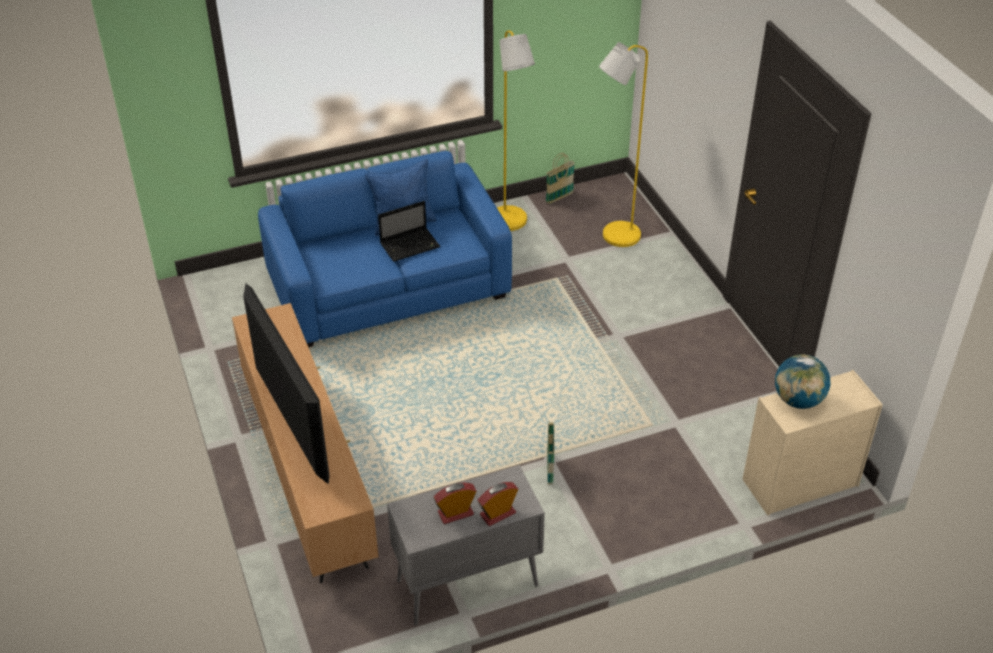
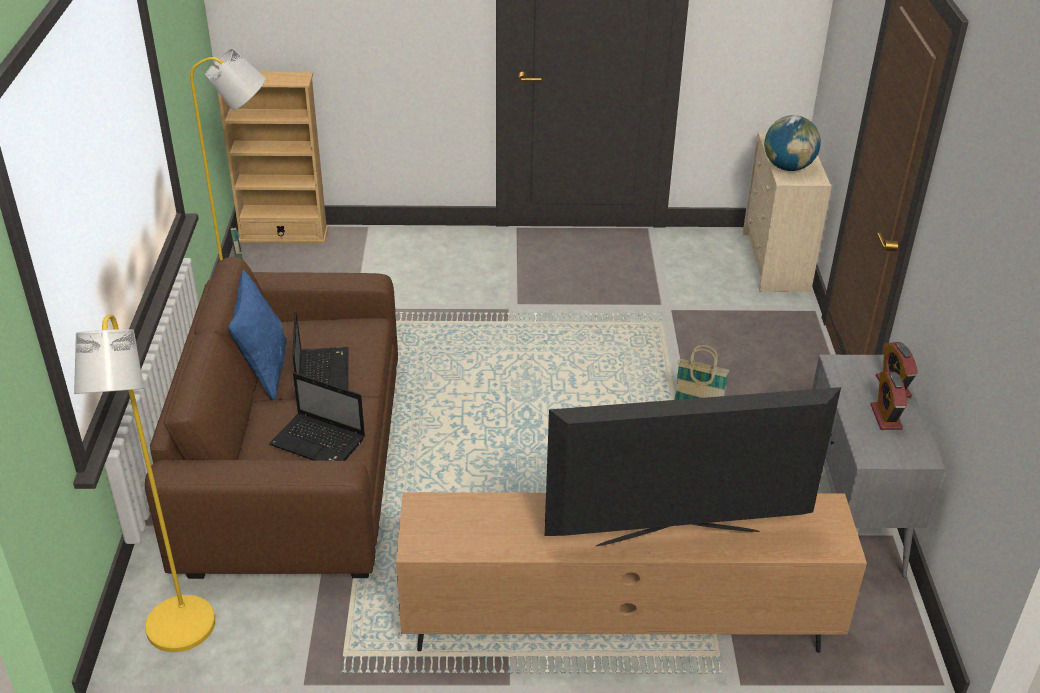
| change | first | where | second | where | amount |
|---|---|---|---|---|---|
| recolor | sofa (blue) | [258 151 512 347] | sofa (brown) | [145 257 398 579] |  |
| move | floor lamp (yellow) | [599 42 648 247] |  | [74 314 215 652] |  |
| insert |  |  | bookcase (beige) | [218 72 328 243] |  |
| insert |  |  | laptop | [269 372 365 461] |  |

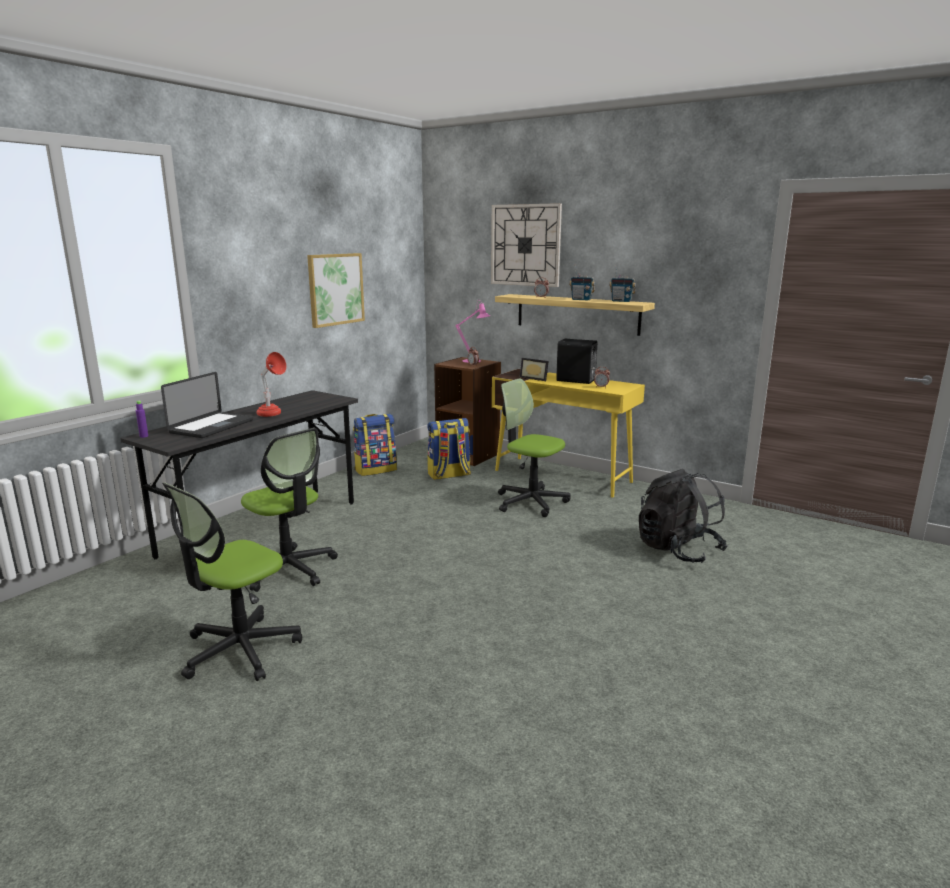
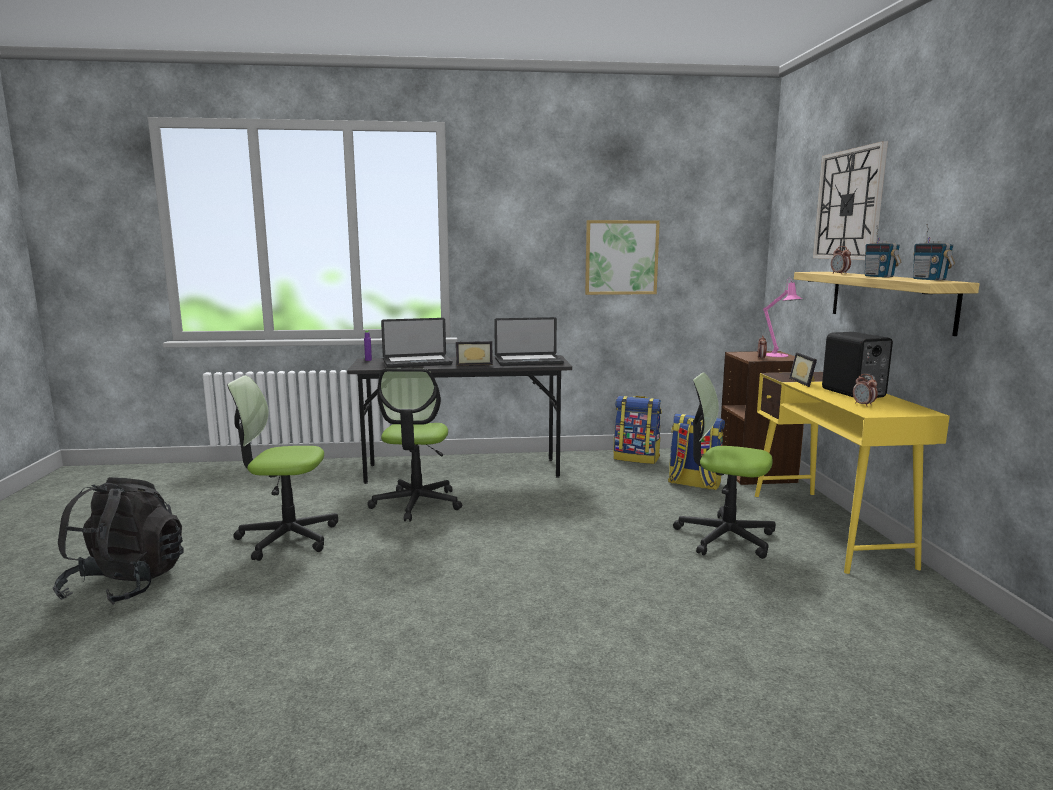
| change | first | where | second | where | amount |
|---|---|---|---|---|---|
| replace | table lamp (red) | [256 352 286 417] | picture frame | [456 341 493 366] |  |
| rotate | office chair | [498 378 571 517] |  | [673 372 776 559] | 60 degrees counterclockwise |
| move | backpack (black) | [639 469 728 563] |  | [53 477 184 605] |  |
| insert |  |  | laptop | [494 317 564 366] |  |

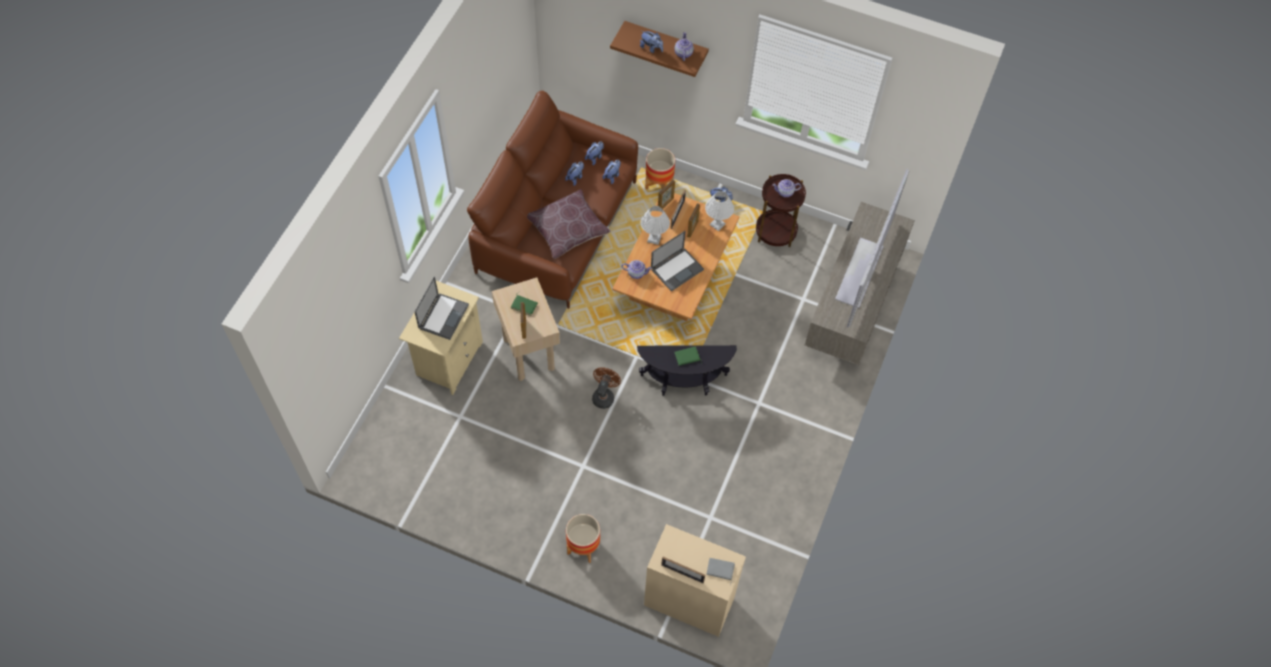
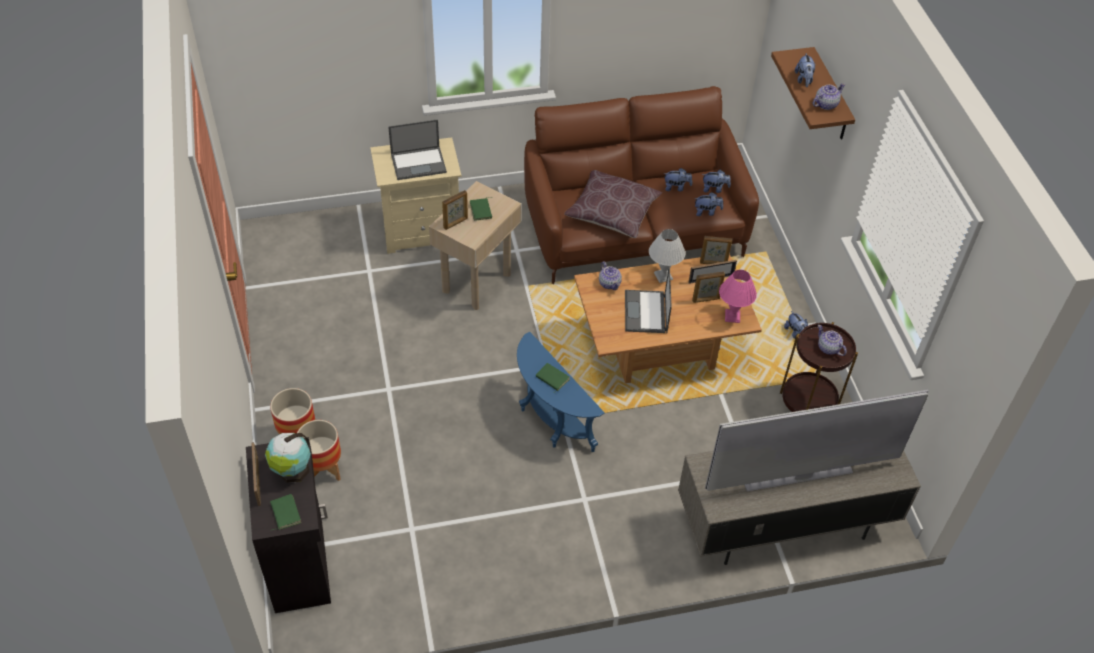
| change | first | where | second | where | amount |
|---|---|---|---|---|---|
| delete | fan (brown) | [592 367 621 409] |  |  |  |
| recolor | side table (black) | [637 345 737 396] | side table (blue) | [517 332 605 452] |  |
| recolor | cabinet (beige) | [644 524 746 637] | cabinet (black) | [246 437 331 613] |  |
| move | planter | [645 148 675 189] |  | [297 420 341 481] |  |
| rotate | laptop | [651 231 704 291] |  | [625 267 672 333] | 75 degrees clockwise |
| recolor | table lamp (white) | [705 191 734 231] | table lamp (pink) | [719 270 757 323] |  |
| recolor | book (grey) | [706 558 735 585] | book (green) | [270 494 301 530] |  |
| insert |  |  | globe | [265 433 311 483] |  |

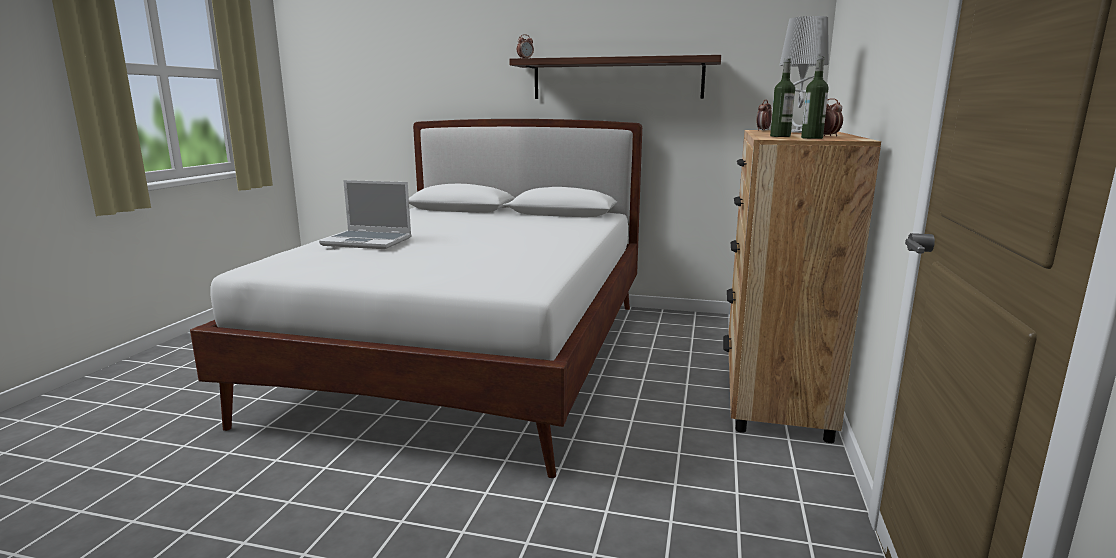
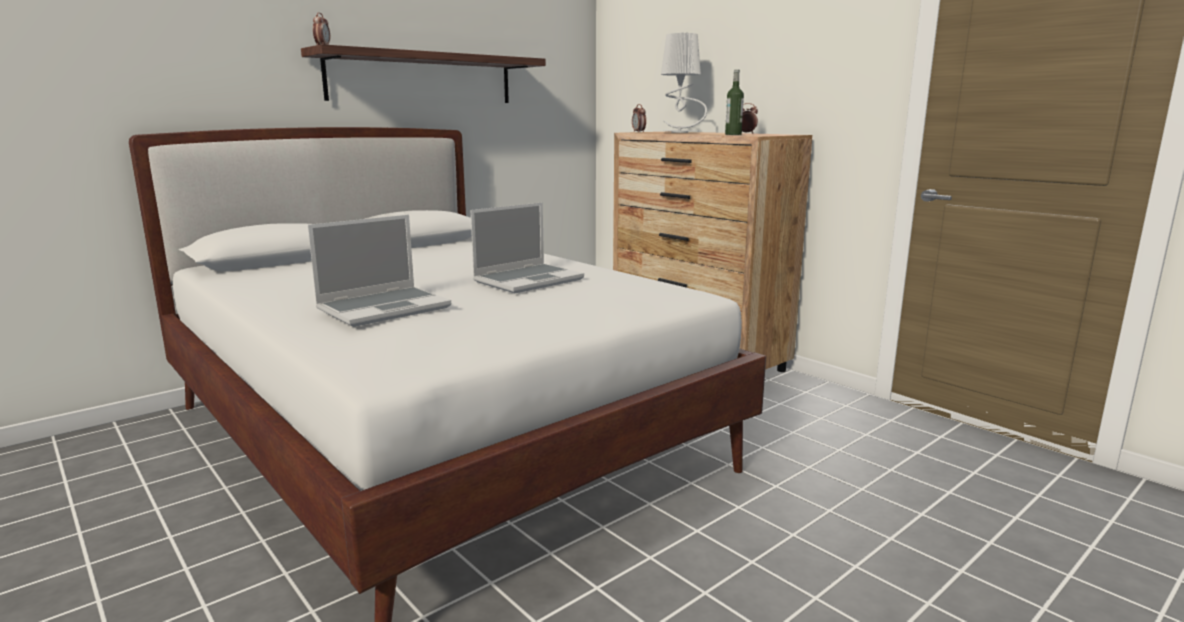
| change | first | where | second | where | amount |
|---|---|---|---|---|---|
| delete | bottle | [801 56 829 139] |  |  |  |
| insert |  |  | laptop | [470 203 584 293] |  |

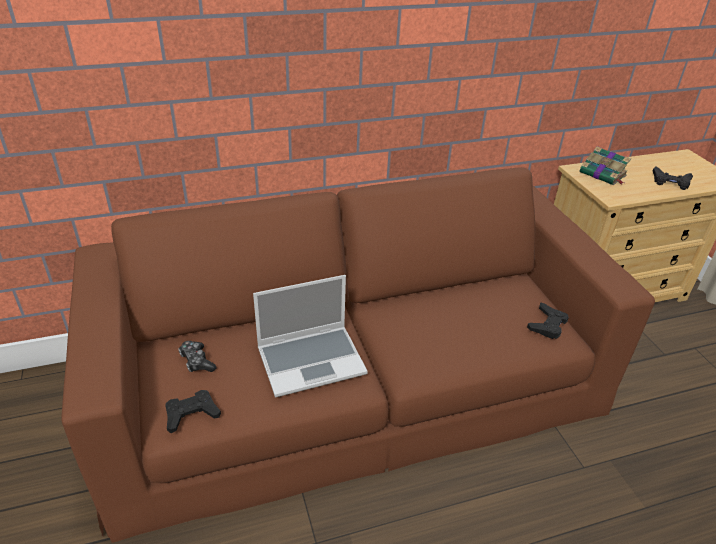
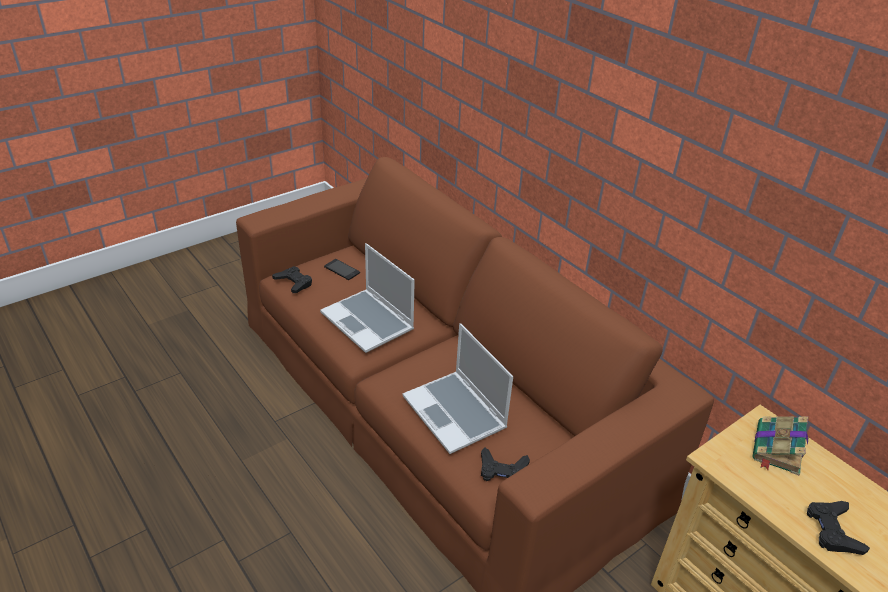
| change | first | where | second | where | amount |
|---|---|---|---|---|---|
| replace | game controller | [178 341 216 372] | phone | [324 259 360 280] |  |
| insert |  |  | laptop | [403 323 513 454] |  |

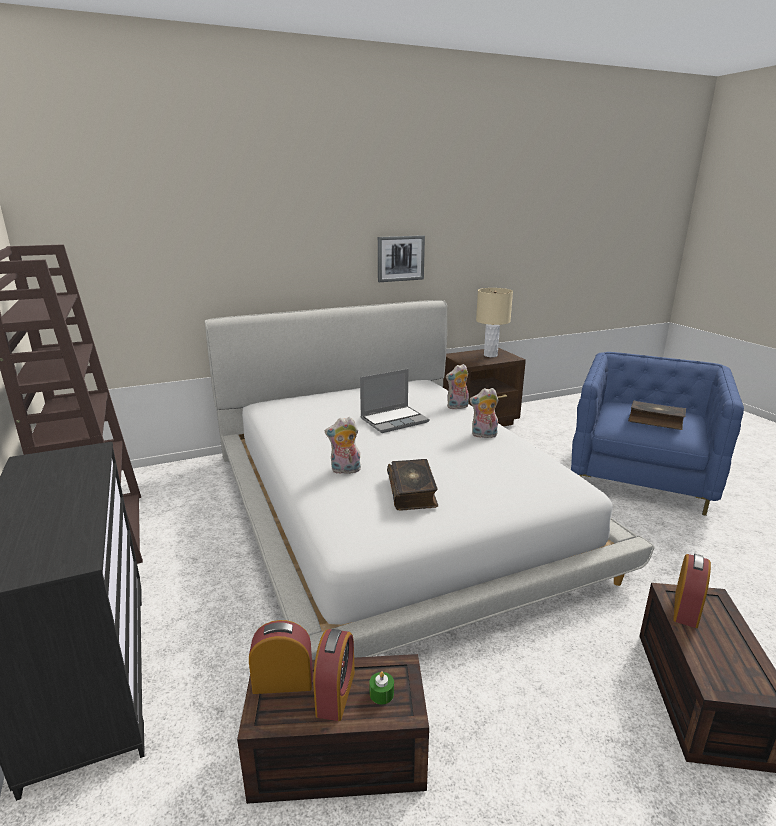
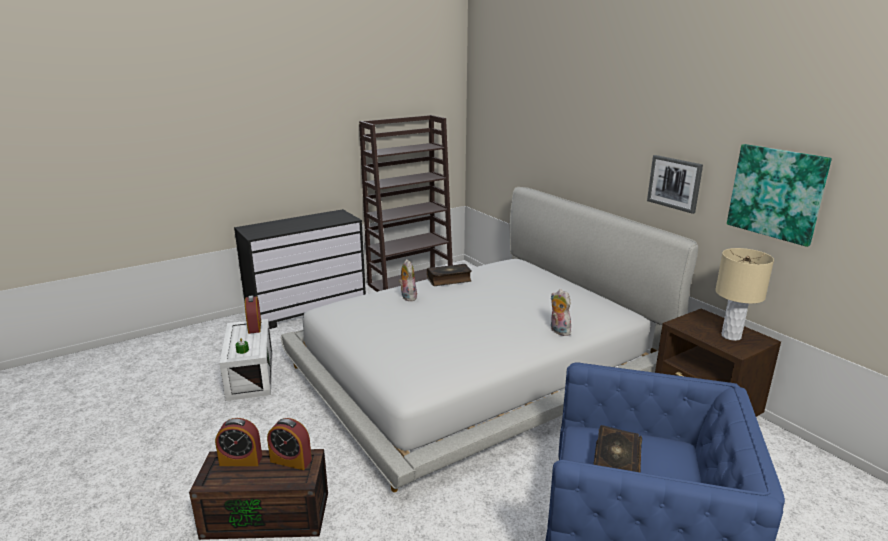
| change | first | where | second | where | amount |
|---|---|---|---|---|---|
| recolor | storage box (brown) | [237 654 429 804] | storage box (white) | [219 319 272 401] |  |
| move | alarm clock | [313 629 355 721] |  | [215 418 262 466] |  |
| delete | laptop | [360 369 429 433] |  |  |  |
| move | book | [387 459 438 511] |  | [427 264 472 286] |  |
| delete | plush toy | [469 388 498 438] |  |  |  |
| insert |  |  | picture | [727 144 832 247] |  |

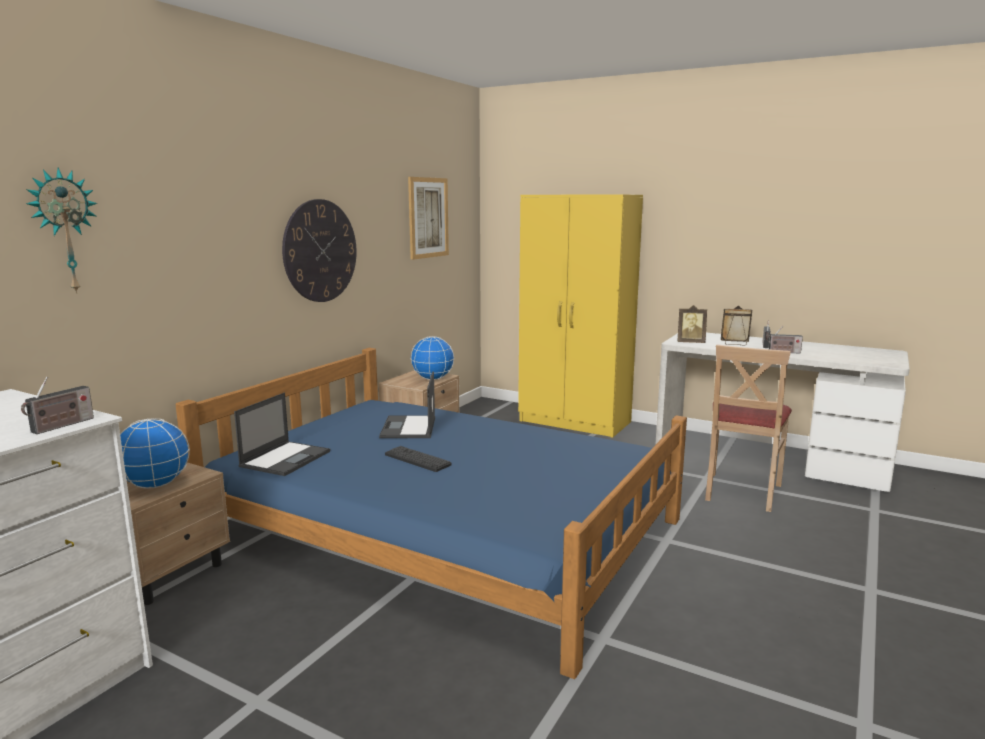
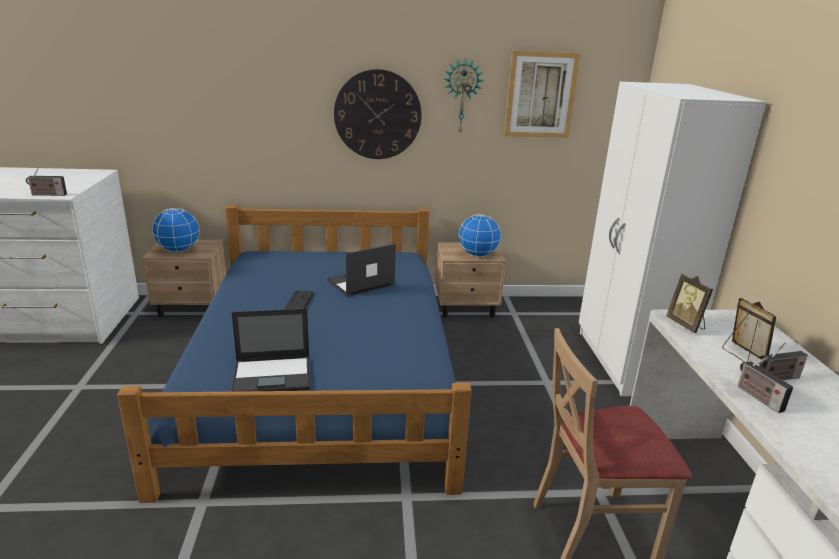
| change | first | where | second | where | amount |
|---|---|---|---|---|---|
| move | wall clock | [26 167 97 294] |  | [444 58 484 133] |  |
| move | laptop | [234 392 330 476] |  | [231 309 310 392] |  |
| recolor | wardrobe (yellow) | [518 194 643 438] | wardrobe (white) | [579 82 766 396] |  |

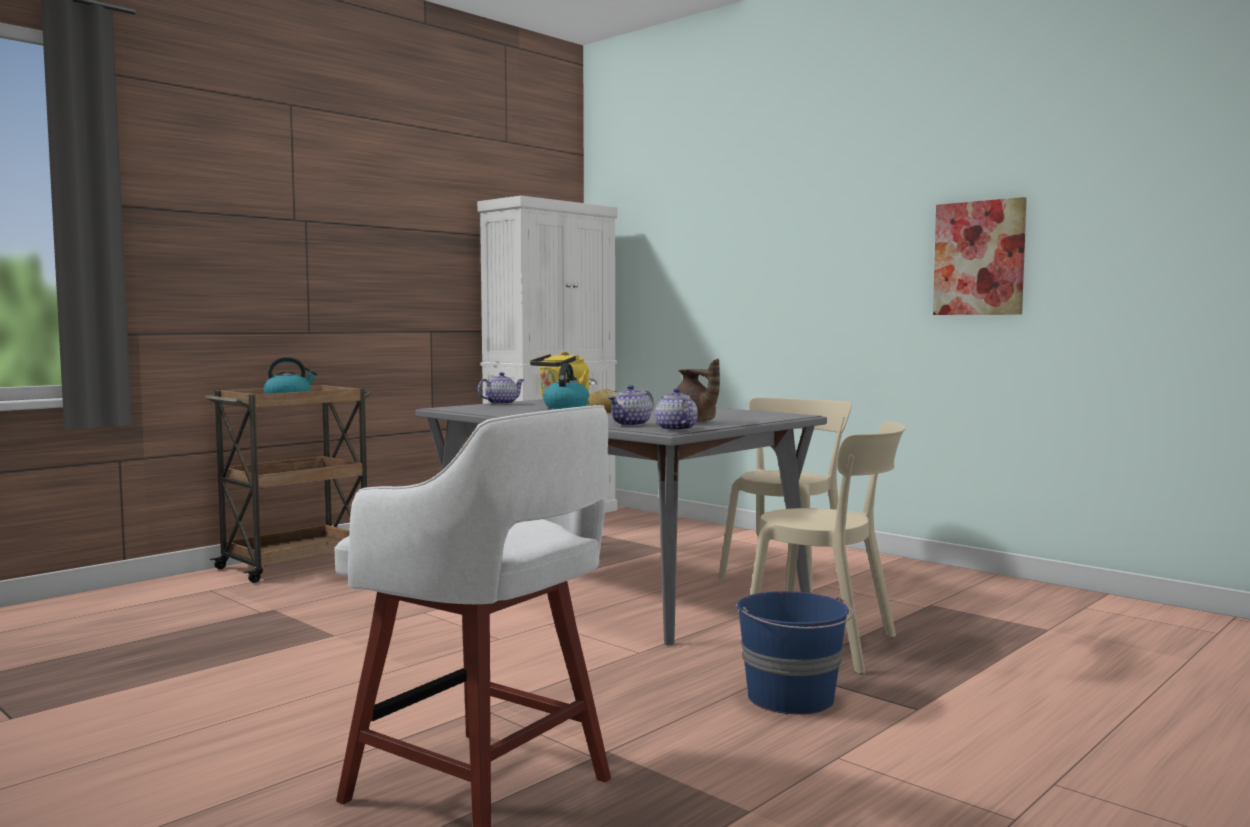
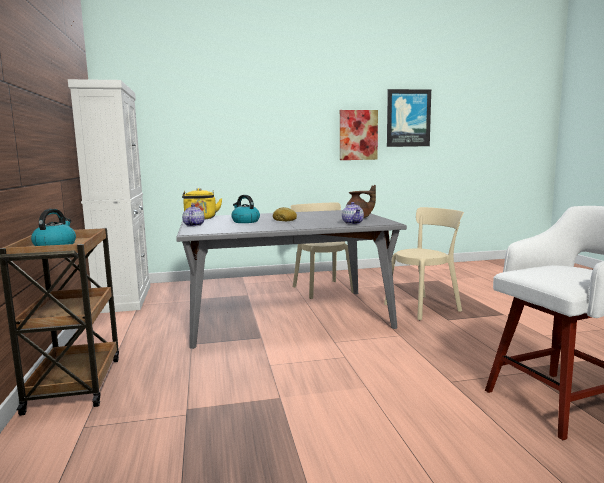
| change | first | where | second | where | amount |
|---|---|---|---|---|---|
| delete | teapot | [655 388 698 431] |  |  |  |
| delete | bucket (blue) | [737 591 853 714] |  |  |  |
| insert |  |  | picture | [387 89 431 147] |  |

